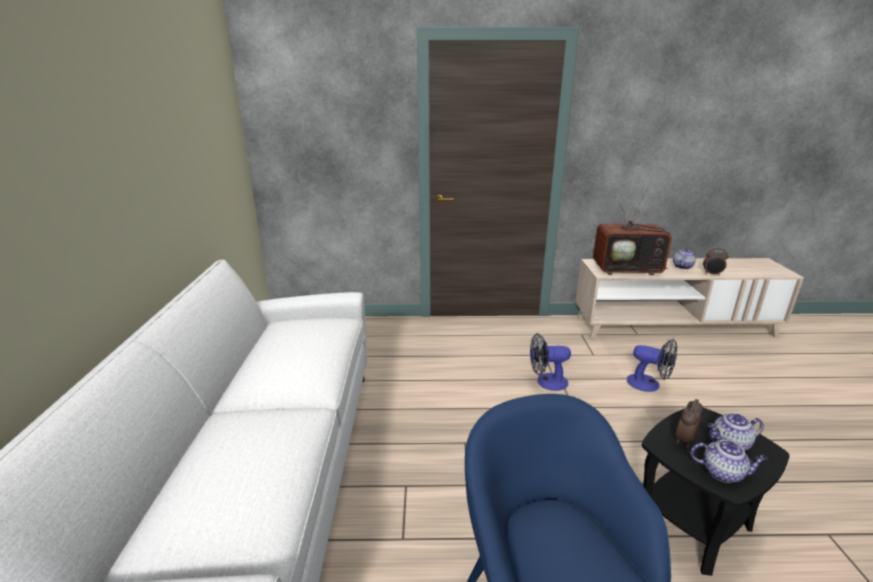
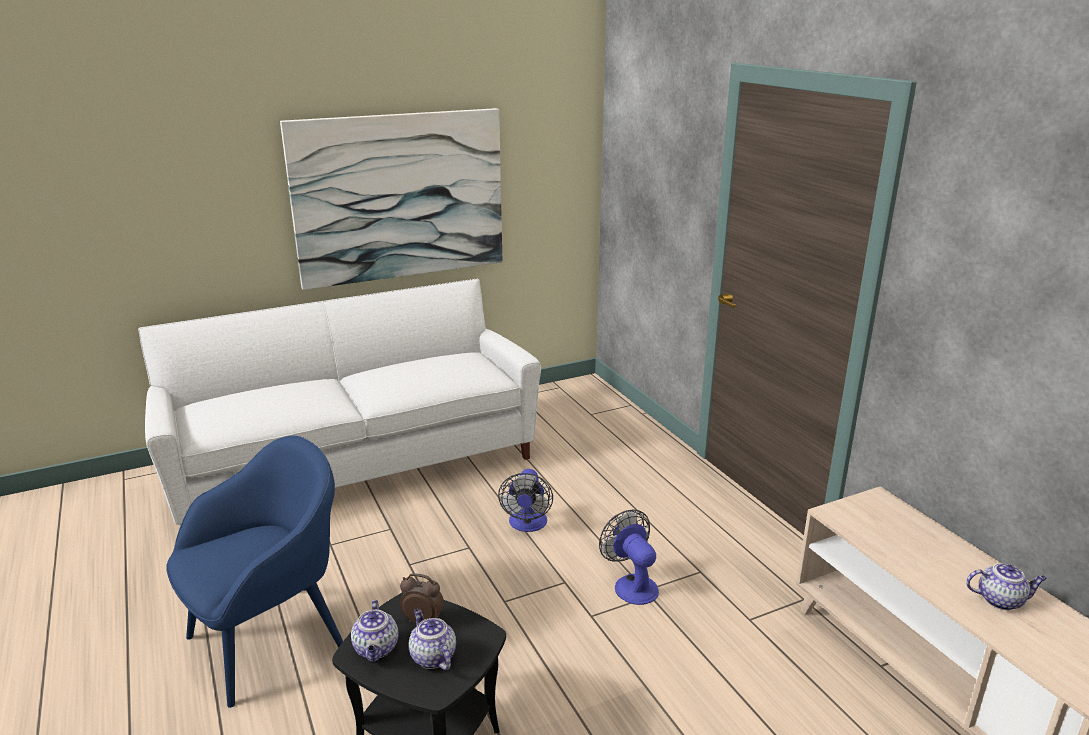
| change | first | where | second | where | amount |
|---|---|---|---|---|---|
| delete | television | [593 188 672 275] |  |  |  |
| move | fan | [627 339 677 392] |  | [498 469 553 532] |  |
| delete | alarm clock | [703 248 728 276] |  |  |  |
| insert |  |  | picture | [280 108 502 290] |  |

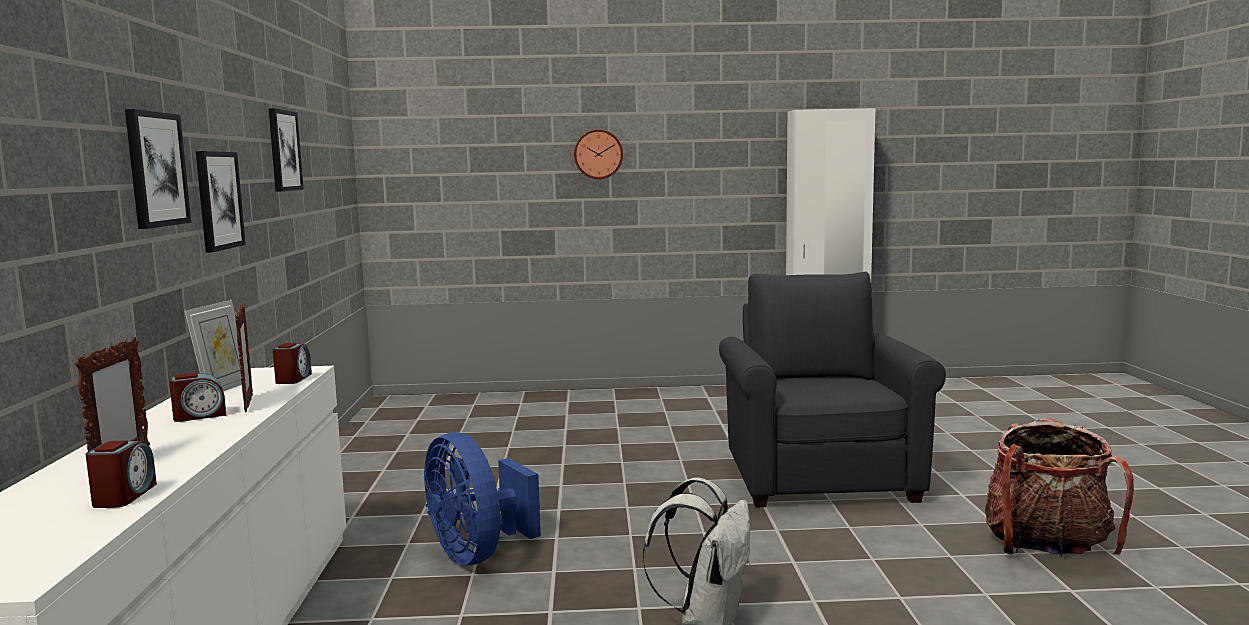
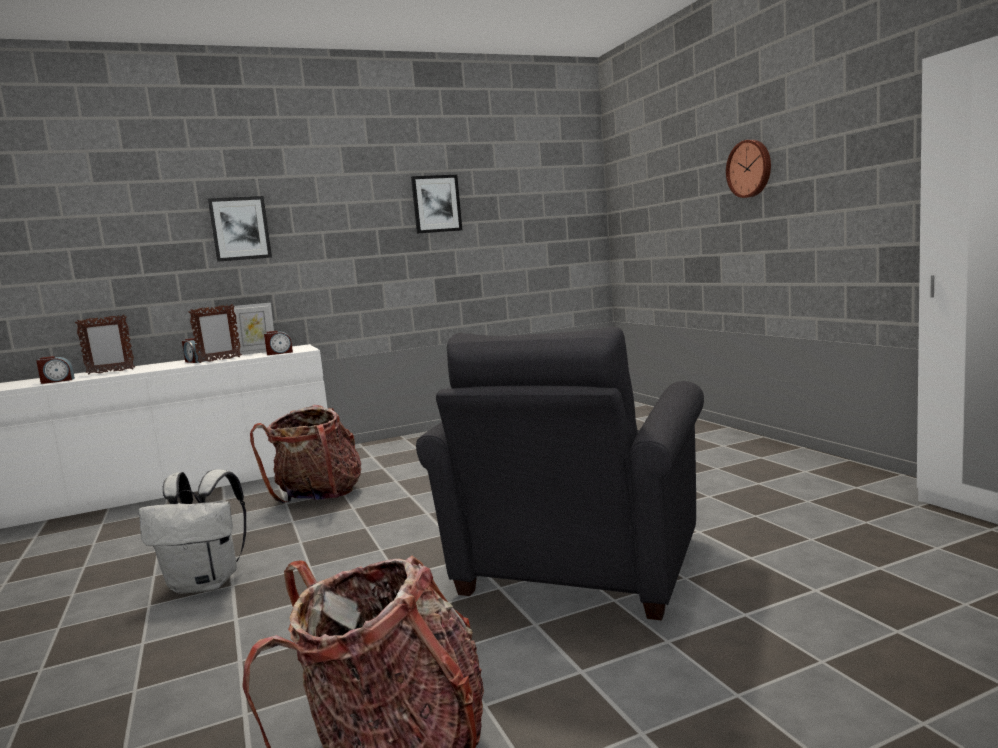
| change | first | where | second | where | amount |
|---|---|---|---|---|---|
| delete | picture | [196 151 246 252] |  |  |  |
| replace | fan (blue) | [424 432 541 566] | backpack | [250 405 362 503] |  |
| rotate | armchair (grey) | [719 272 946 507] |  | [416 327 704 621] | 135 degrees clockwise |

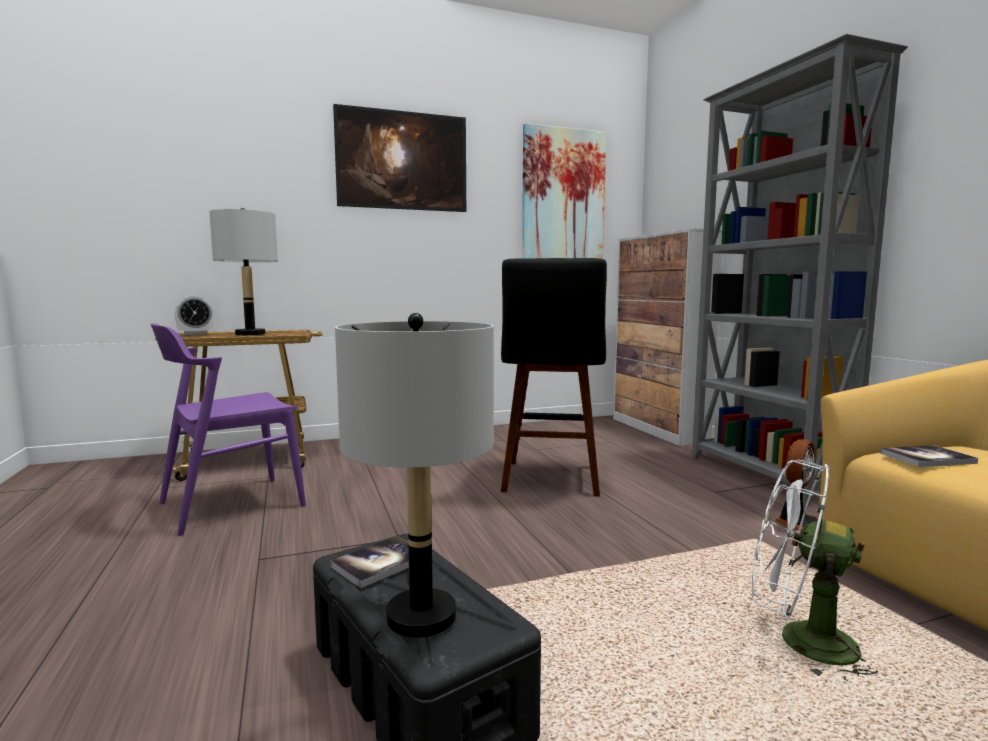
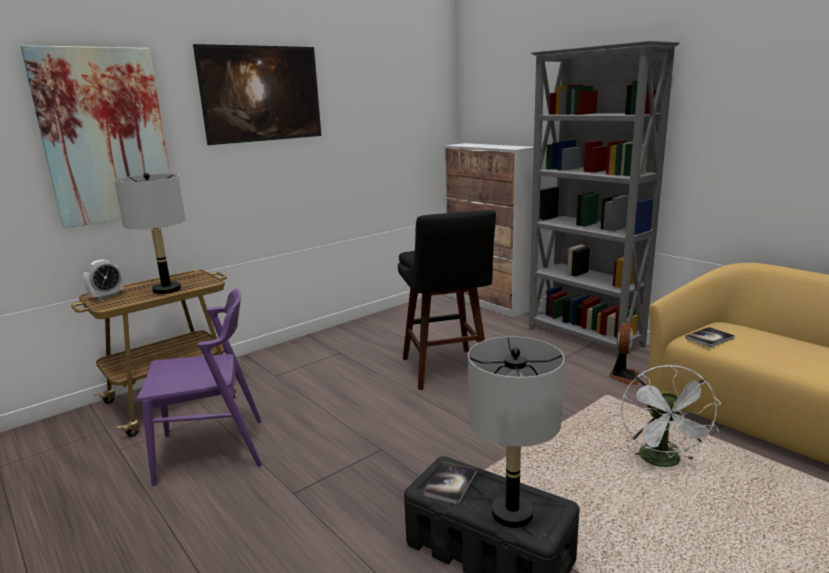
| change | first | where | second | where | amount |
|---|---|---|---|---|---|
| rotate | chair (purple) | [151 323 306 536] |  | [136 288 262 486] | 135 degrees counterclockwise |
| move | picture | [522 123 607 259] |  | [21 45 170 228] |  |
| rotate | fan (white) | [752 460 878 682] |  | [621 365 721 467] | 90 degrees counterclockwise |

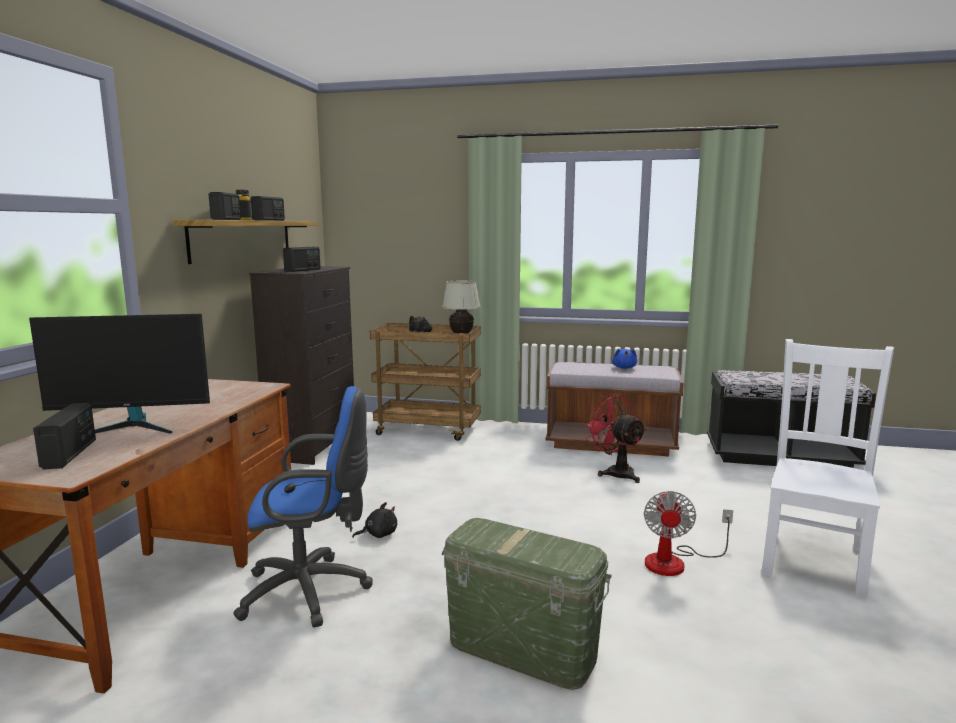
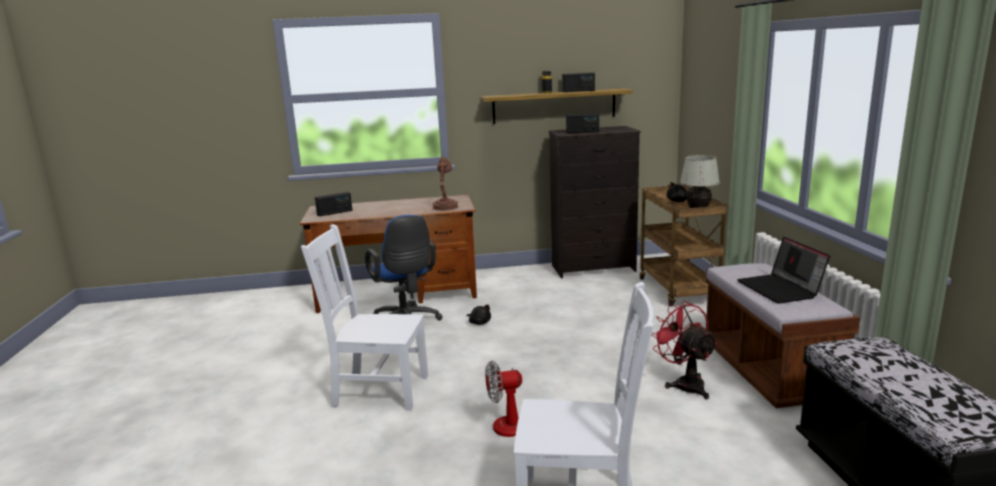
| change | first | where | second | where | amount |
|---|---|---|---|---|---|
| delete | monitor | [29 314 210 434] |  |  |  |
| delete | radio | [208 192 241 220] |  |  |  |
| replace | storage box (green) | [442 518 612 690] | chair (white) | [301 224 428 411] |  |
| rotate | fan (red) | [583 394 647 483] |  | [651 301 718 399] | 60 degrees counterclockwise |
| replace | plush toy (blue) | [612 348 637 369] | laptop | [737 237 830 304] |  |
| insert |  |  | table lamp (brown) | [432 157 458 211] |  |

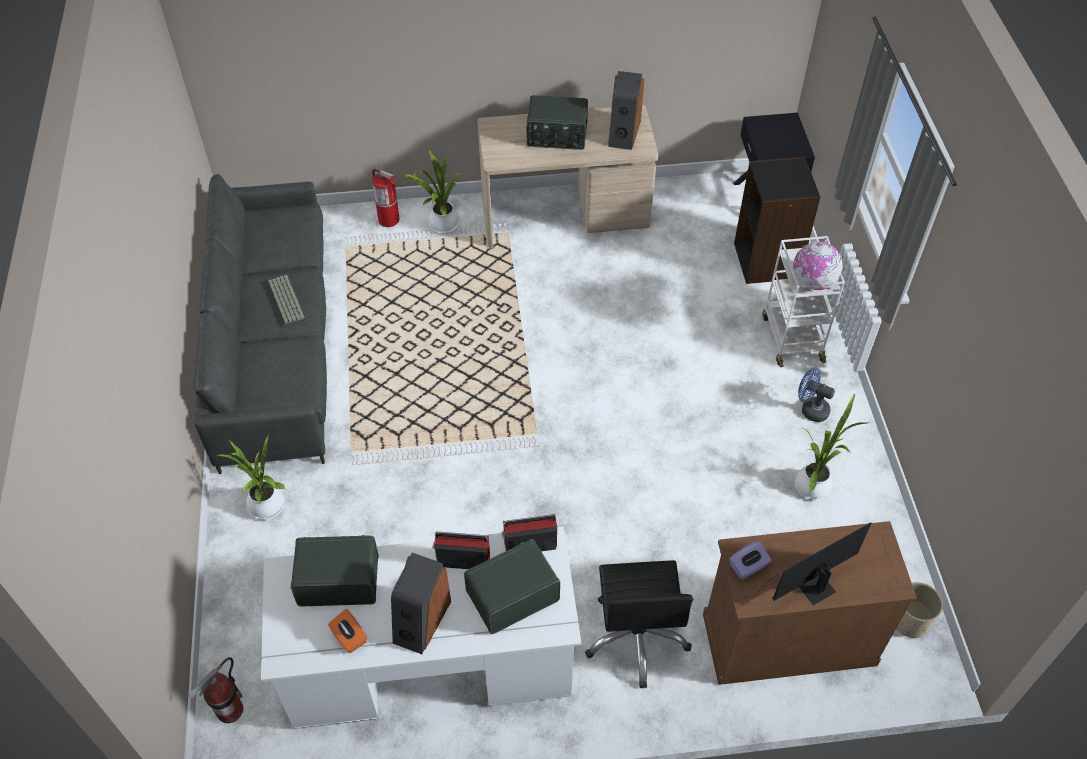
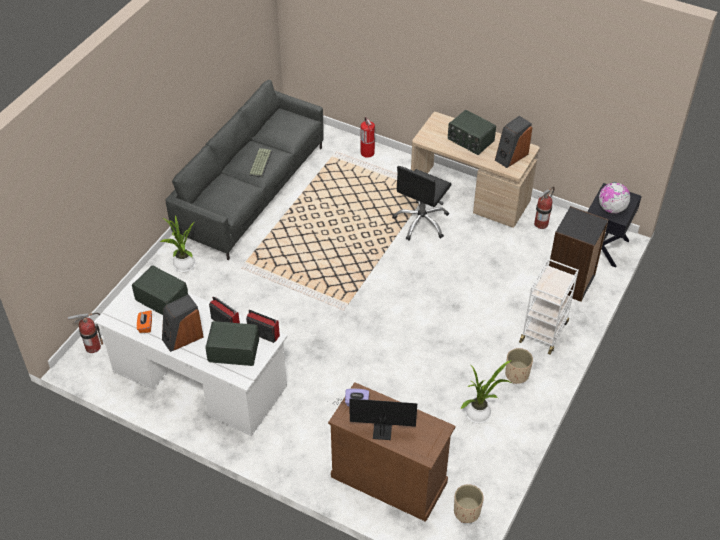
| change | first | where | second | where | amount |
|---|---|---|---|---|---|
| delete | potted plant | [404 148 461 234] |  |  |  |
| move | office chair (black) | [585 560 693 688] |  | [392 166 451 240] |  |
| move | globe | [793 242 843 290] |  | [599 182 630 213] |  |
| replace | fan (blue) | [798 367 835 422] | planter (beige) | [505 348 533 384] |  |
| insert |  |  | fire extinguisher | [534 186 555 229] |  |

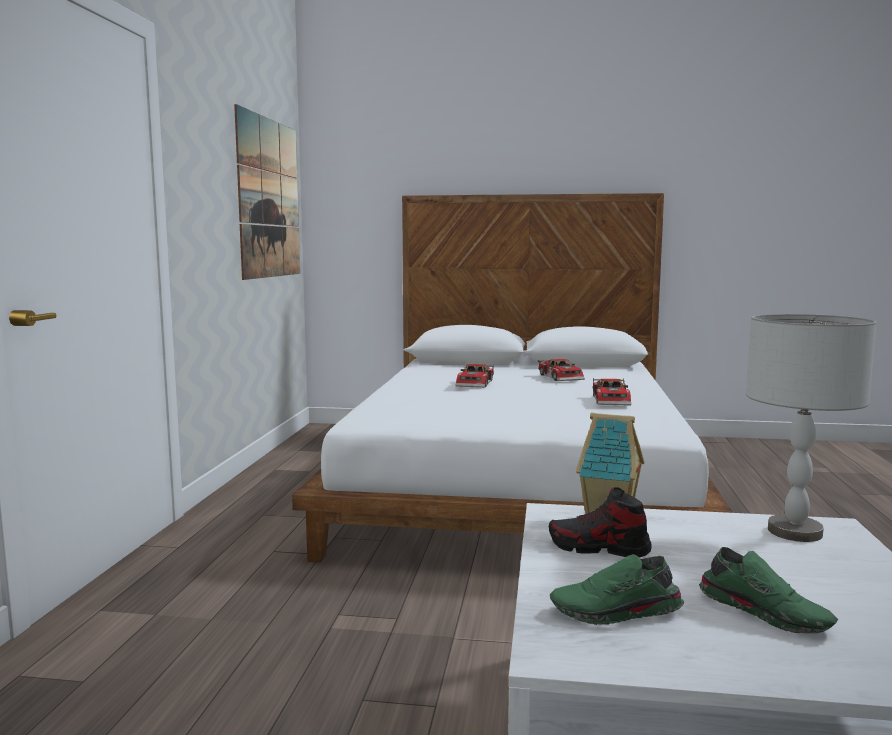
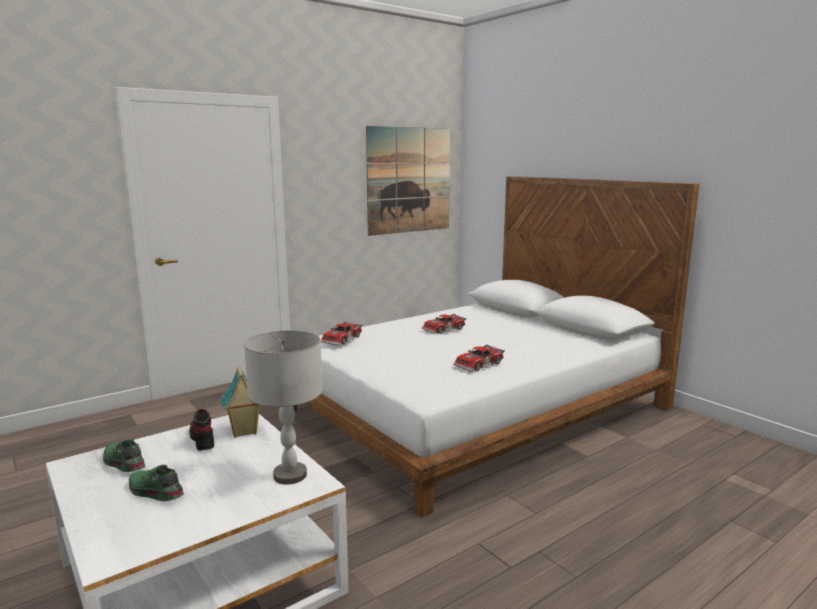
| change | first | where | second | where | amount |
|---|---|---|---|---|---|
| move | toy car | [538 359 585 381] |  | [321 322 363 346] |  |
| rotate | shoe (green) | [699 547 838 634] |  | [129 465 184 501] | 120 degrees clockwise |

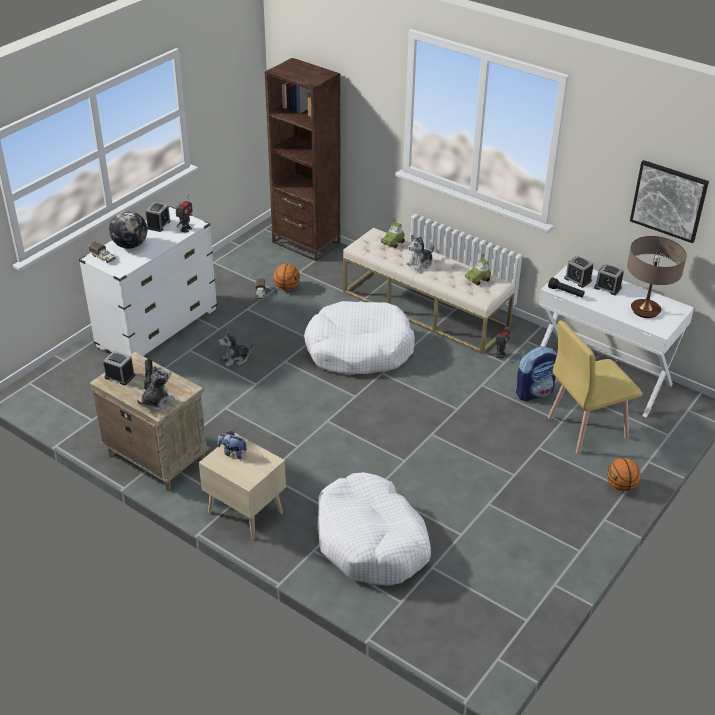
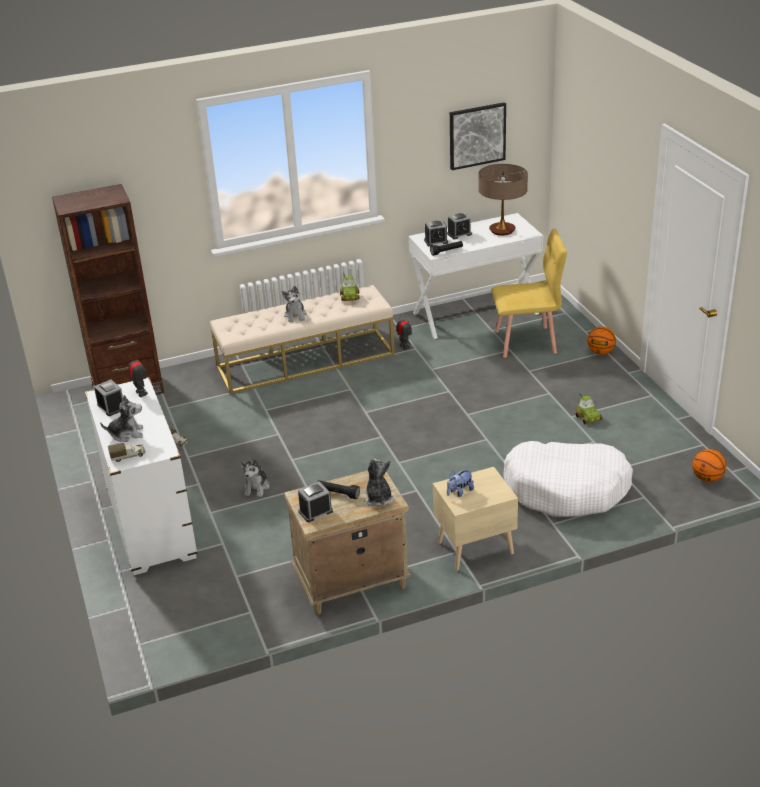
| change | first | where | second | where | amount |
|---|---|---|---|---|---|
| replace | globe | [109 211 147 249] | plush toy | [100 395 143 442] |  |
| move | basketball | [273 264 300 290] |  | [692 449 727 482] |  |
| delete | dog bed (white) | [304 301 415 375] |  |  |  |
| move | toy car | [381 218 405 248] |  | [576 393 602 424] |  |
| delete | backpack | [516 346 557 401] |  |  |  |
| rotate | chair (yellow) | [548 320 643 454] |  | [491 229 567 358] | 105 degrees counterclockwise |

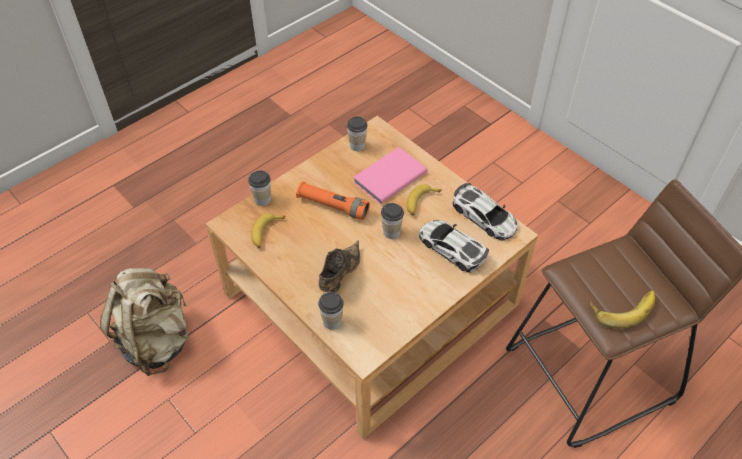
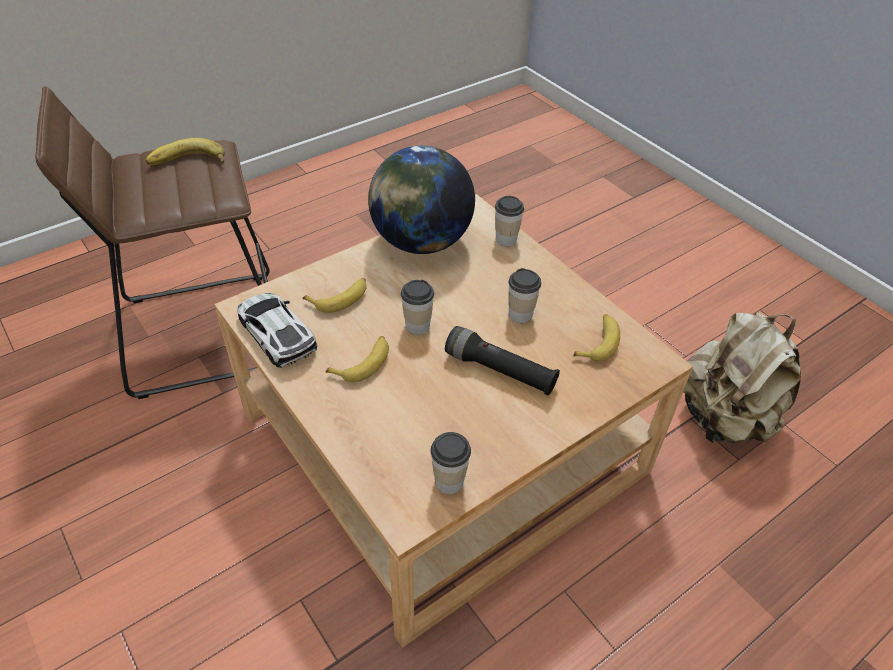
| change | first | where | second | where | amount |
|---|---|---|---|---|---|
| move | cup | [248 170 271 206] |  | [508 268 541 323] |  |
| recolor | flashlight (orange) | [296 181 370 220] | flashlight (black) | [445 326 560 395] |  |
| delete | shoe (brown) | [319 241 360 292] |  |  |  |
| delete | book (pink) | [353 147 427 204] |  |  |  |
| replace | toy car | [419 220 489 273] | banana | [302 278 367 313] |  |
| insert |  |  | globe | [368 145 475 254] |  |

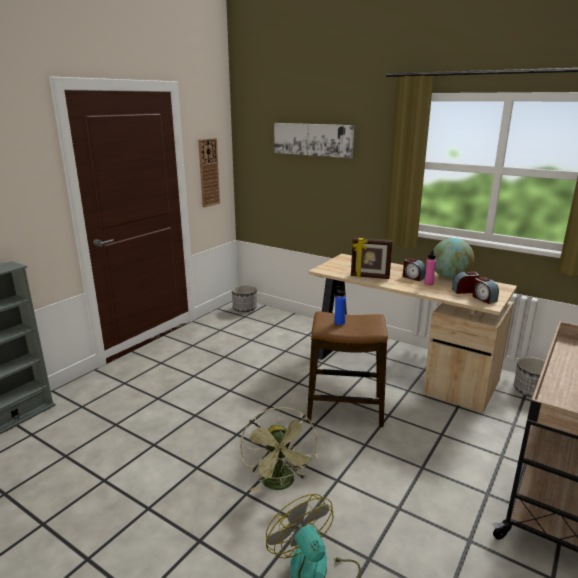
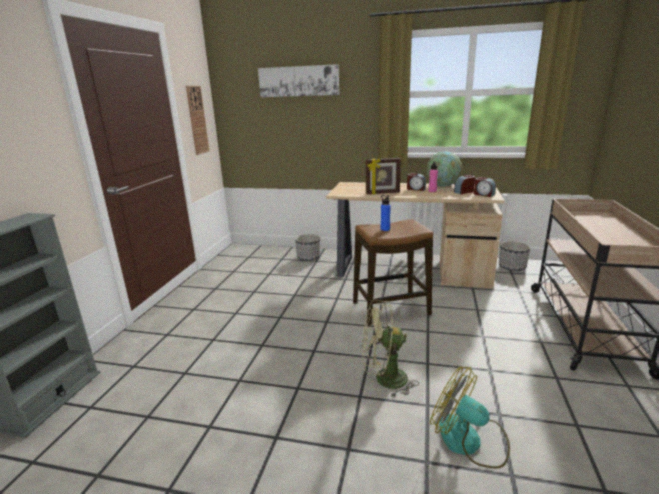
| change | first | where | second | where | amount |
|---|---|---|---|---|---|
| move | planter | [232 285 257 312] |  | [295 234 320 261] |  |
| rotate | fan (green) | [240 407 317 492] |  | [362 300 419 398] | 120 degrees clockwise |

